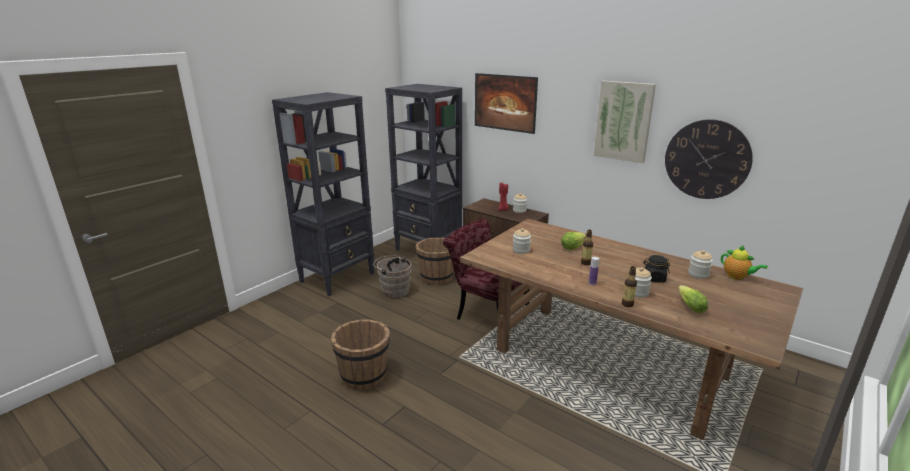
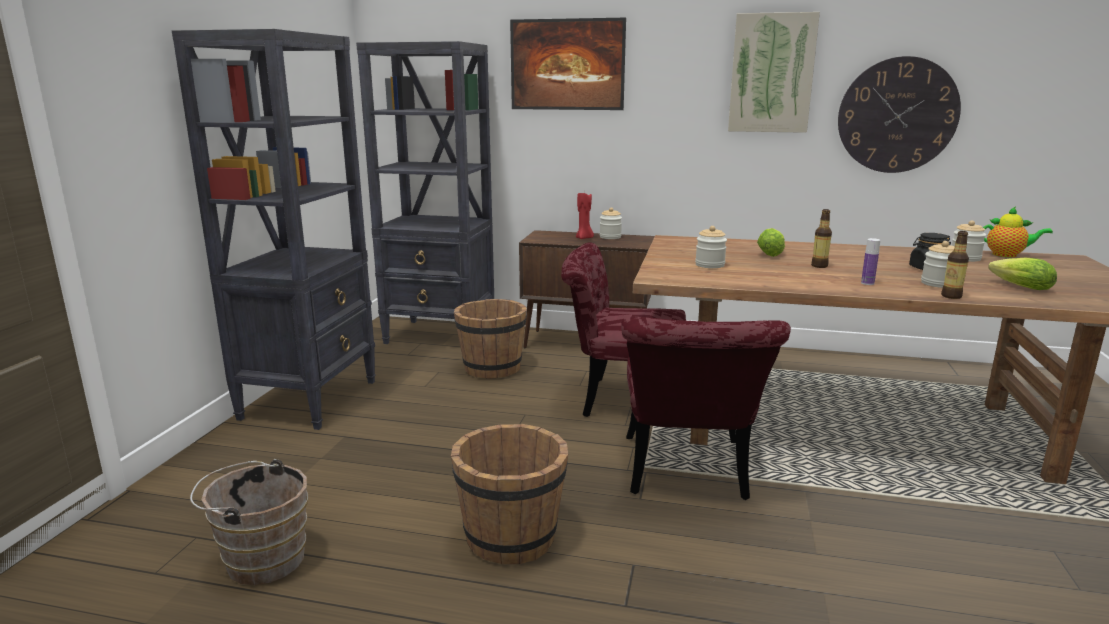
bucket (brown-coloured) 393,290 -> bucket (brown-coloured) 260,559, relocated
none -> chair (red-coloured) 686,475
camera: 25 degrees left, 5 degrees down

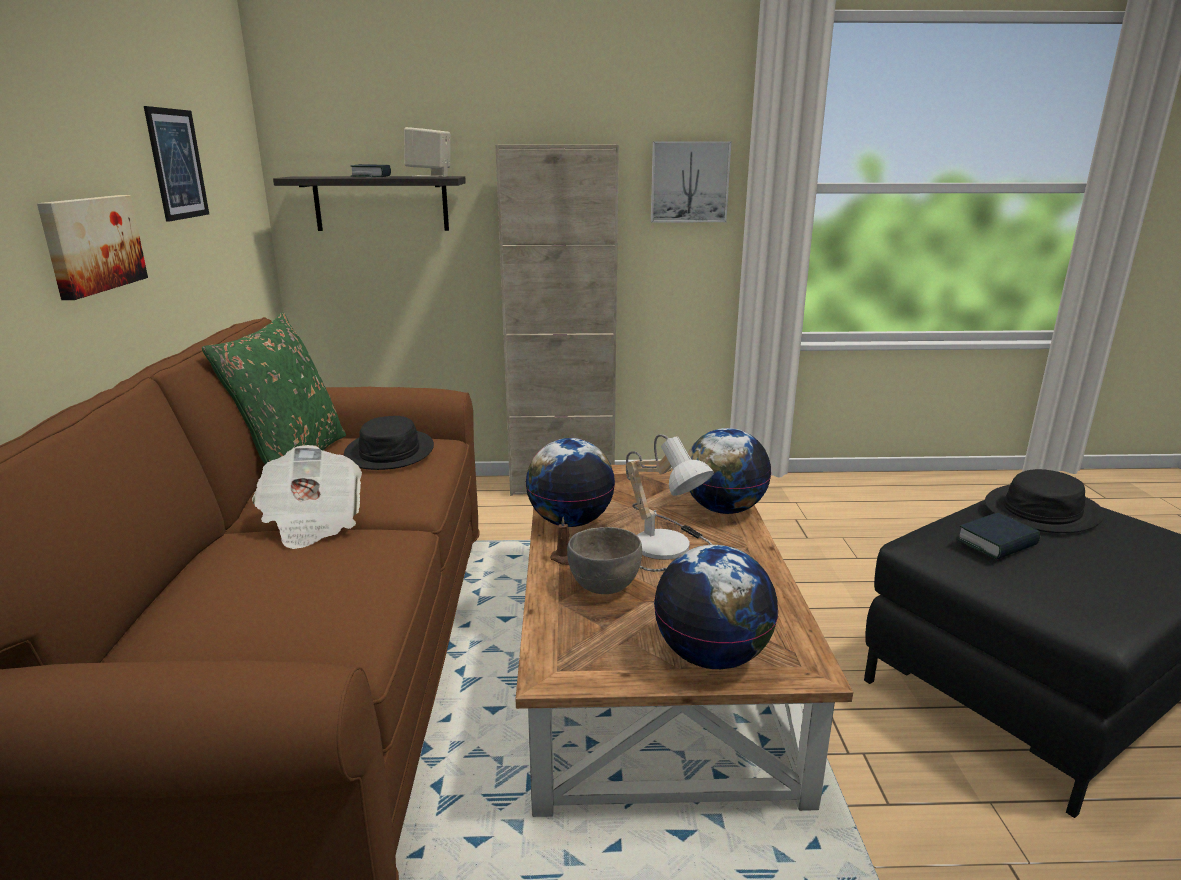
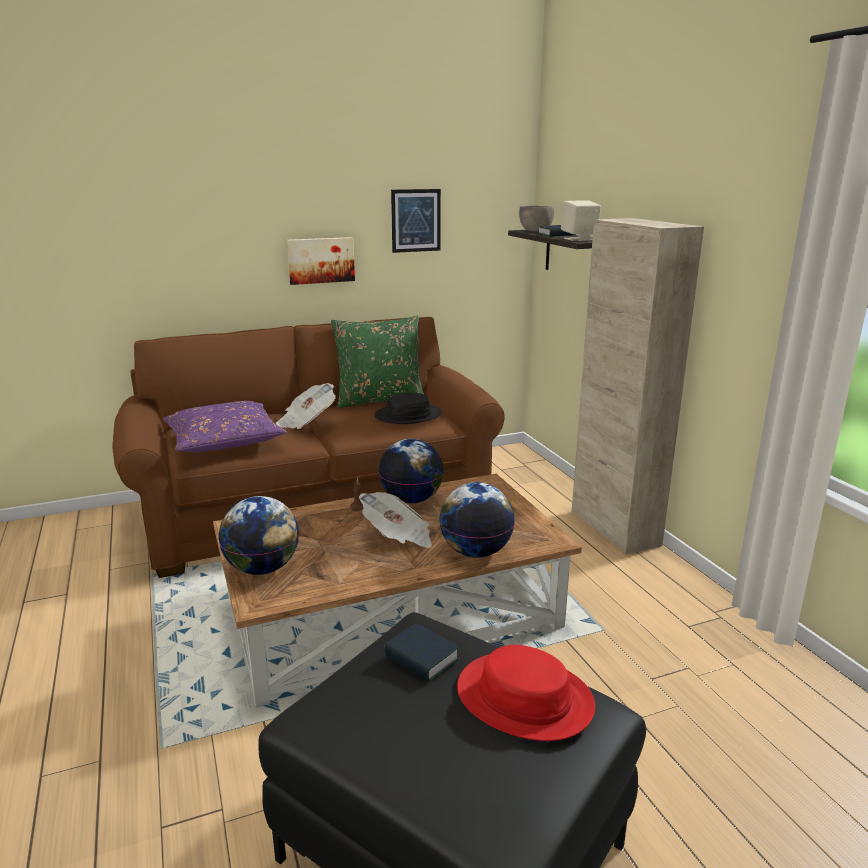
serving bowl (greyish) 605,586 -> serving bowl (greyish) 535,231, relocated
lamp for a table 668,545 -> printed paper 398,537
wall picture 689,182 -> none
wearable hat (blackish) 1041,510 -> wearable hat (red-coloured) 524,697
none -> cushion (purple) 224,440
camera: 70 degrees right, 0 degrees up

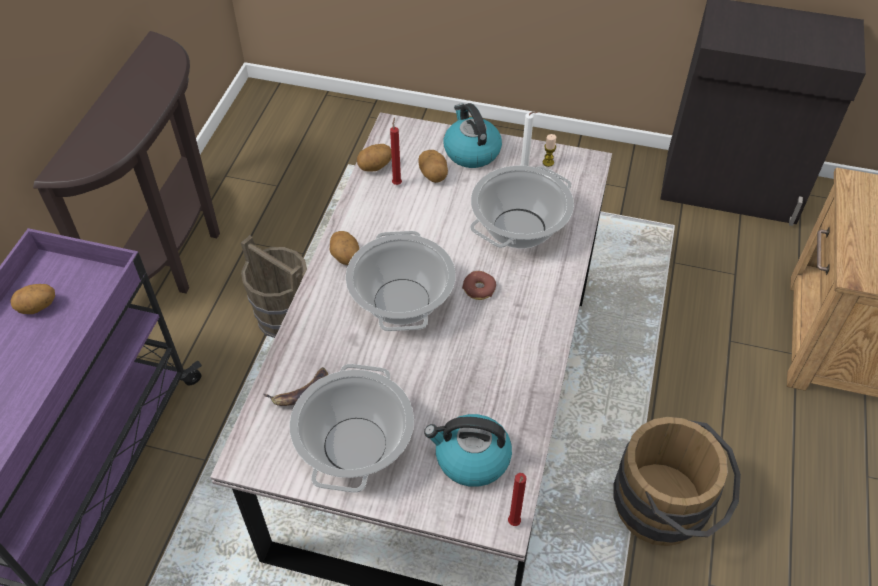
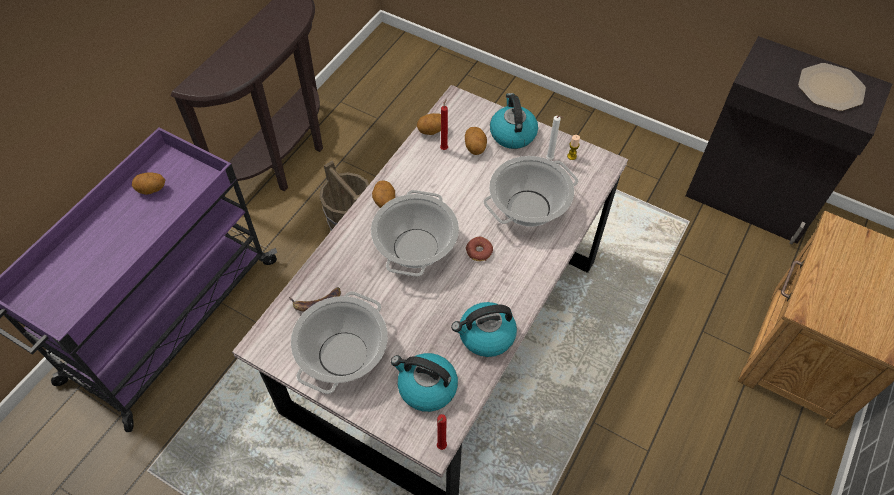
bucket (brown-coloured) 668,509 -> none
none -> kettle 485,336
none -> flat dish 830,87
camera: 15 degrees right, 5 degrees up

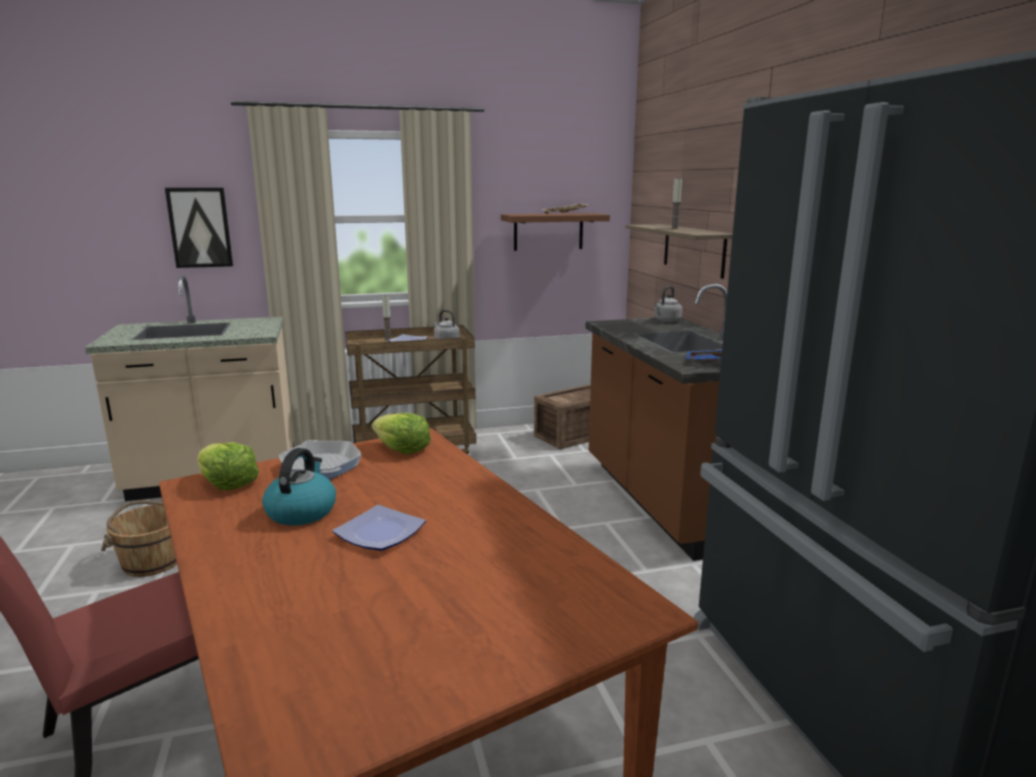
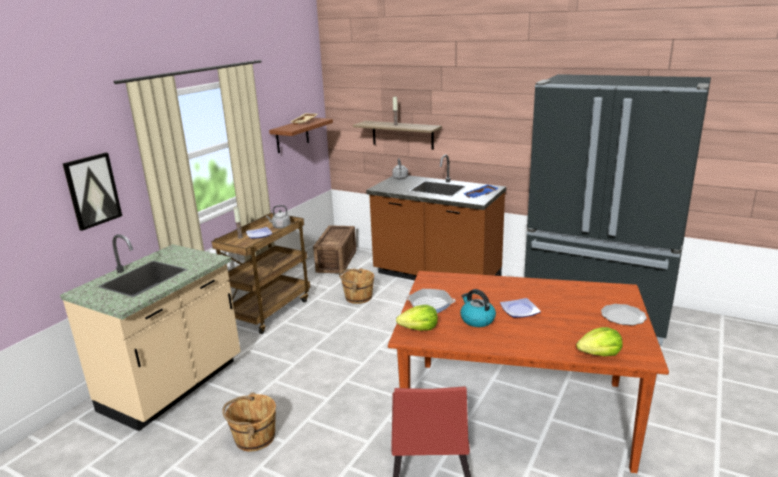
lettuce 402,450 -> lettuce 599,354, relocated
none -> bucket (brown-coloured) 358,297
none -> flat dish 623,316
camera: 45 degrees left, 5 degrees up

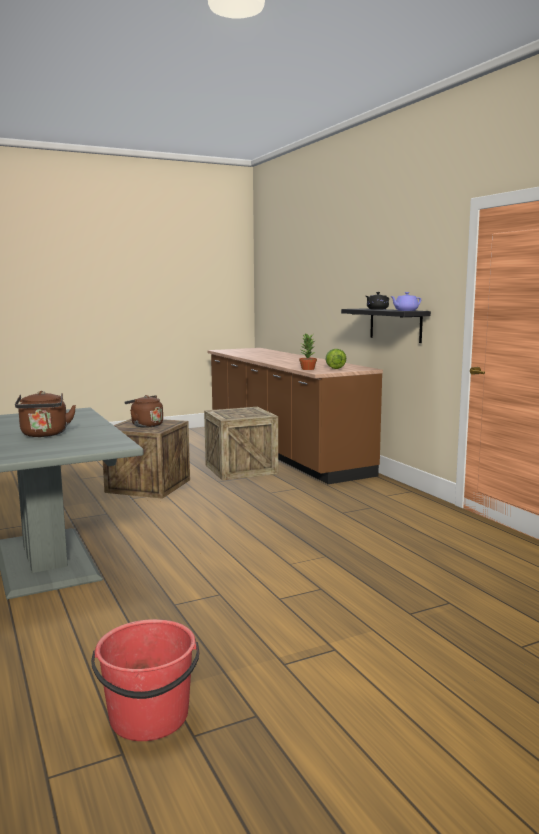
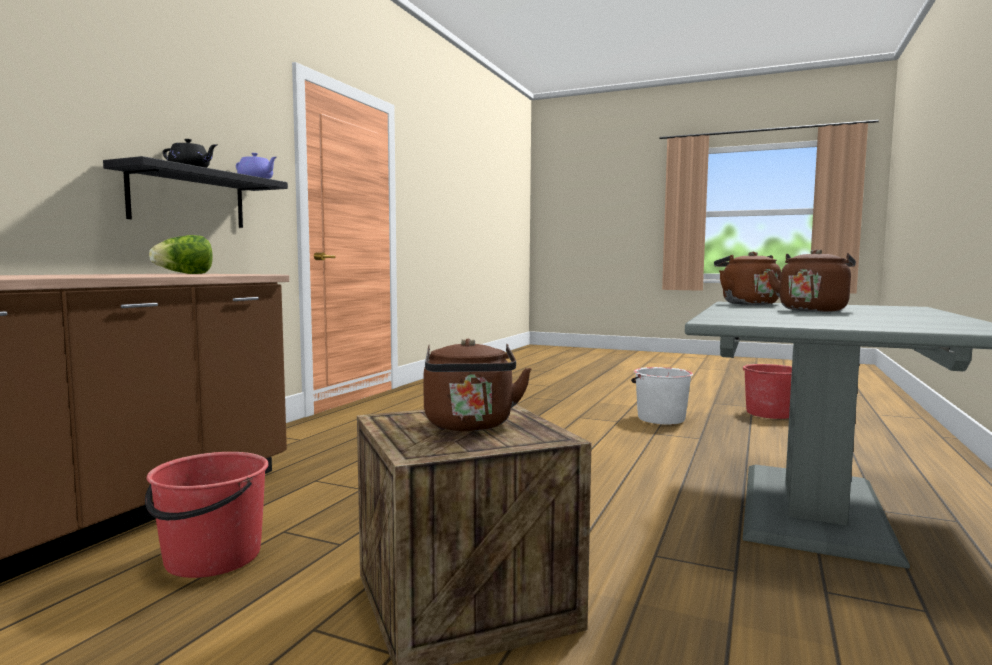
packing crate 241,469 -> bucket (red-coloured) 212,558
plant in a pot 307,369 -> none
none -> bucket (white-coloured) 660,418
none -> kettle (brown-coloured) 746,303
camera: 130 degrees left, 5 degrees down

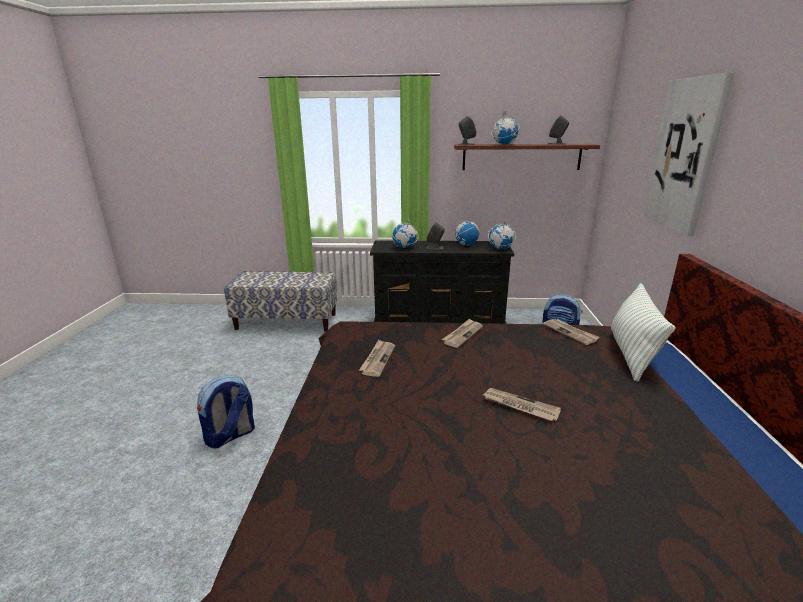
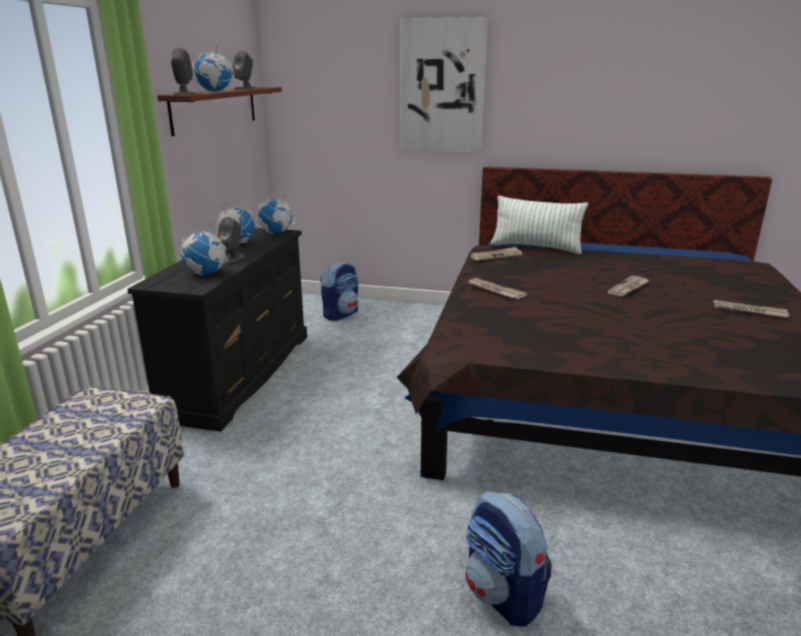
printed paper 377,359 -> printed paper 748,311, relocated
camera: 80 degrees left, 0 degrees up

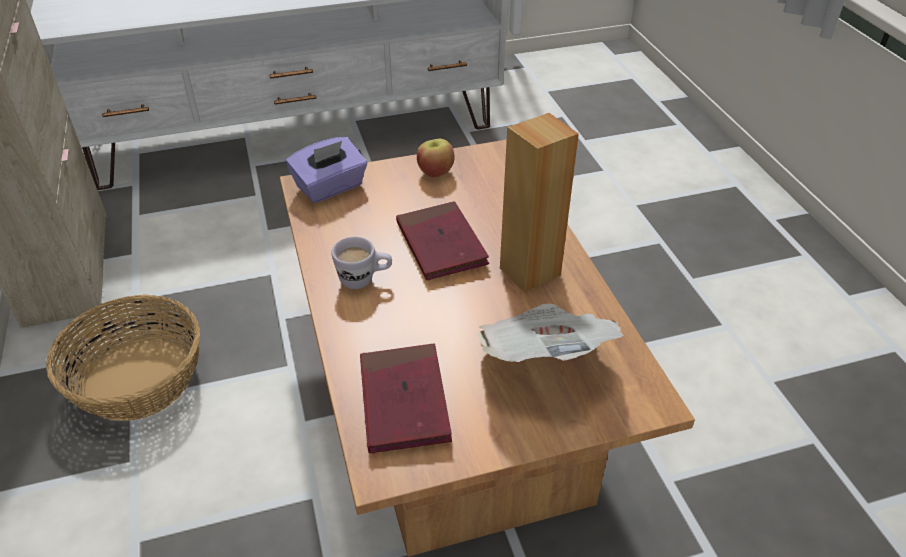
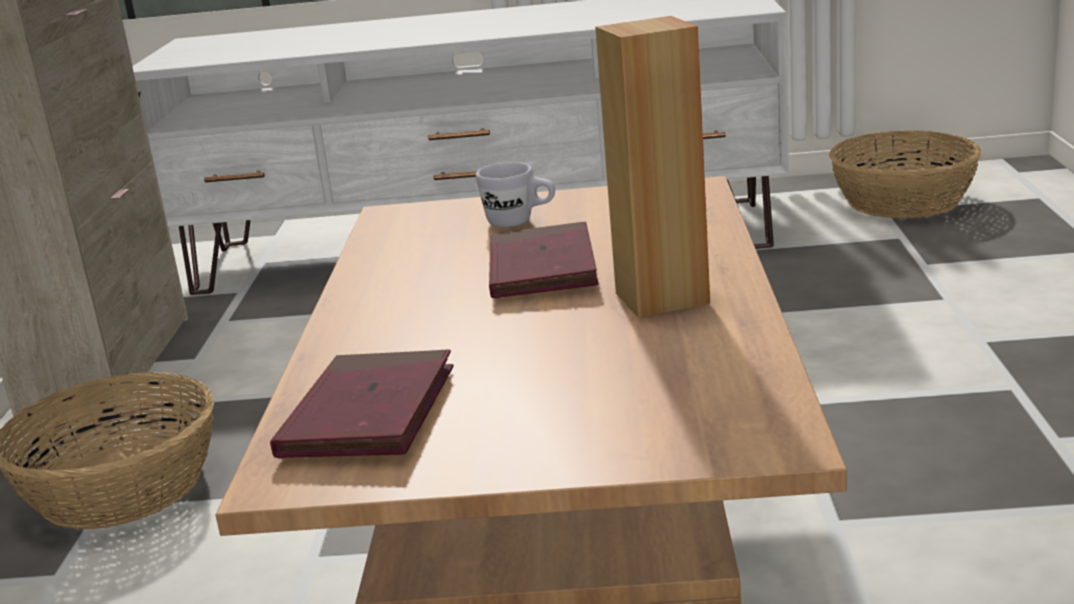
tissue holder (purple) 330,187 -> none
coffee mug (white-coloured) 364,280 -> coffee mug (white-coloured) 520,222, relocated
apple fruit 435,172 -> none
printed paper 543,357 -> none
none -> basket 902,201
camera: 20 degrees right, 20 degrees down

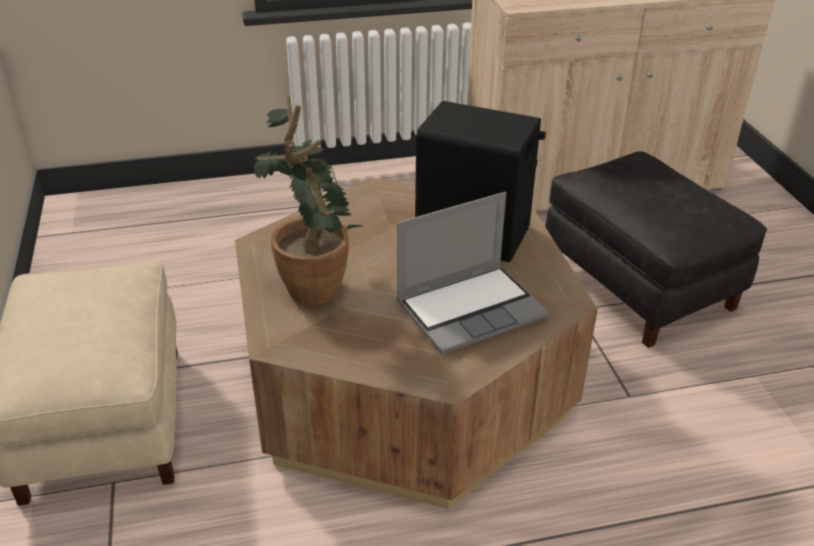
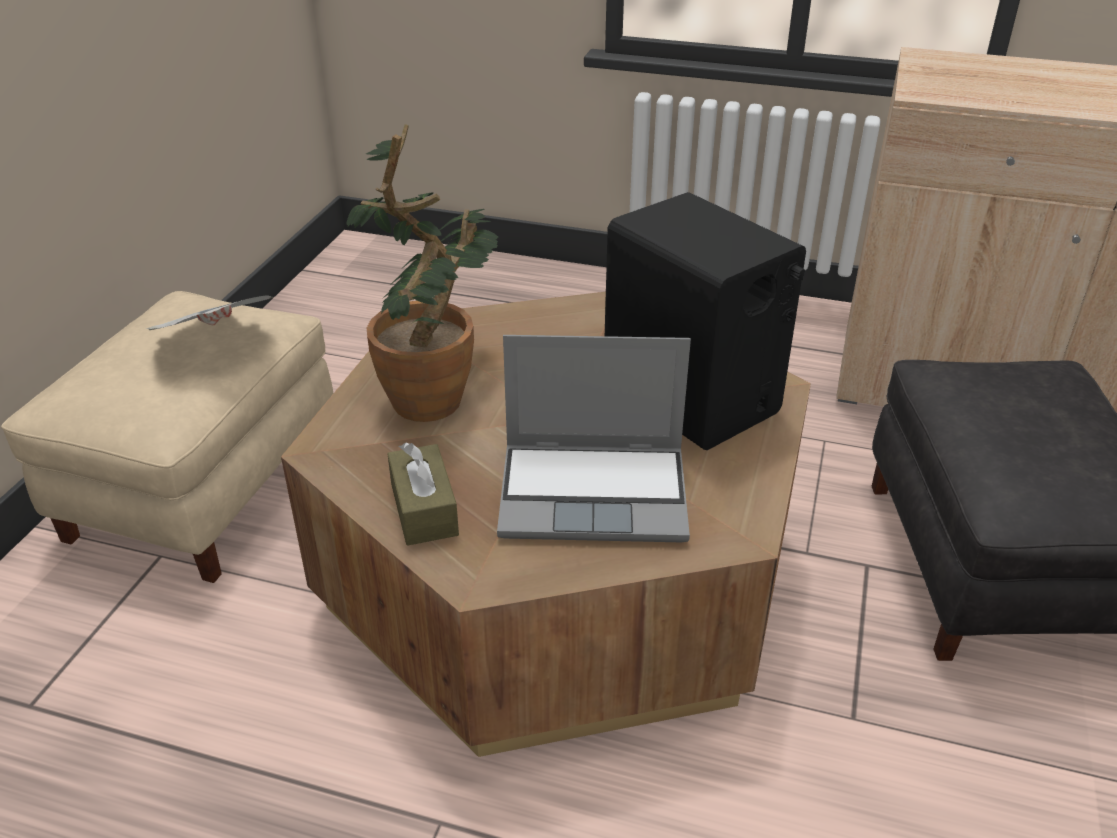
none -> printed paper 217,343
none -> tissue holder (brown-coloured) 424,509
camera: 30 degrees right, 0 degrees up

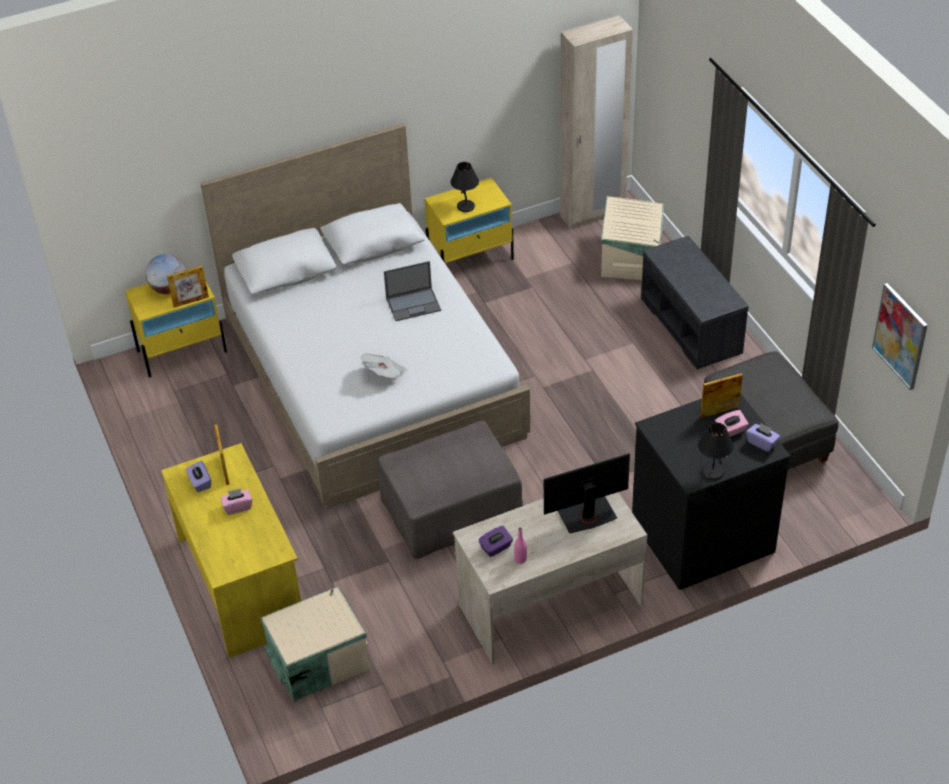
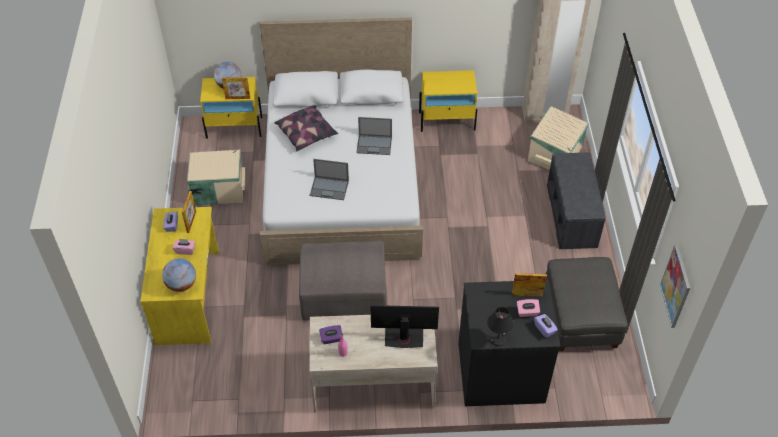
storage box (beige) 317,660 -> storage box (beige) 218,188, relocated
printed paper 384,374 -> portable computer 329,188
lamp for a table (blackish) 466,207 -> none
none -> world globe 181,284
none -> cushion 307,134
camera: 20 degrees right, 5 degrees up

